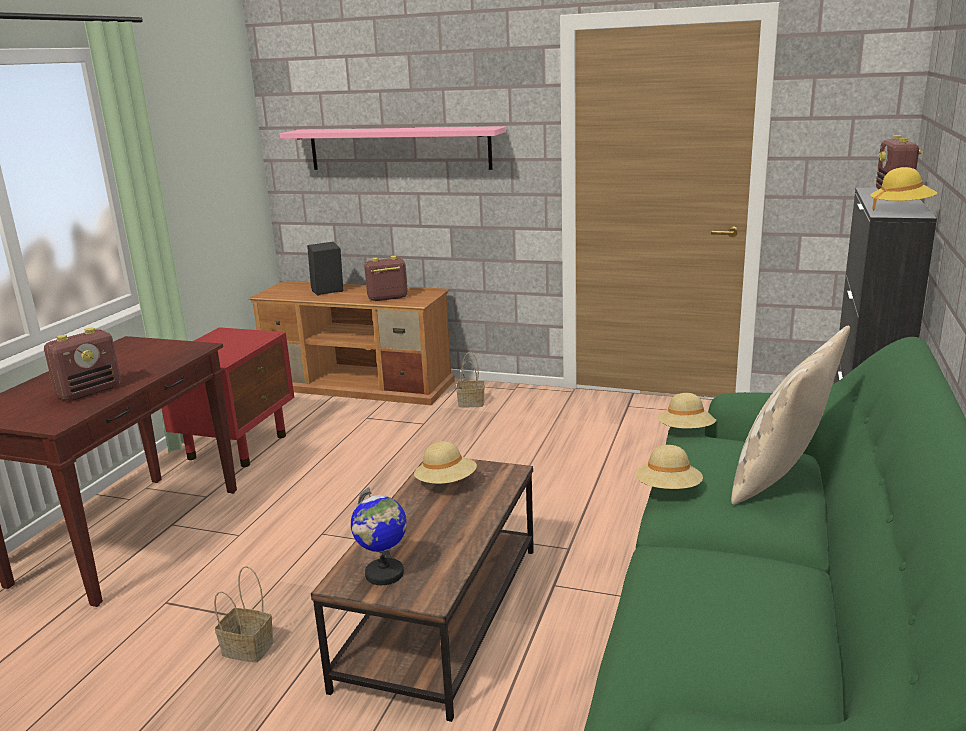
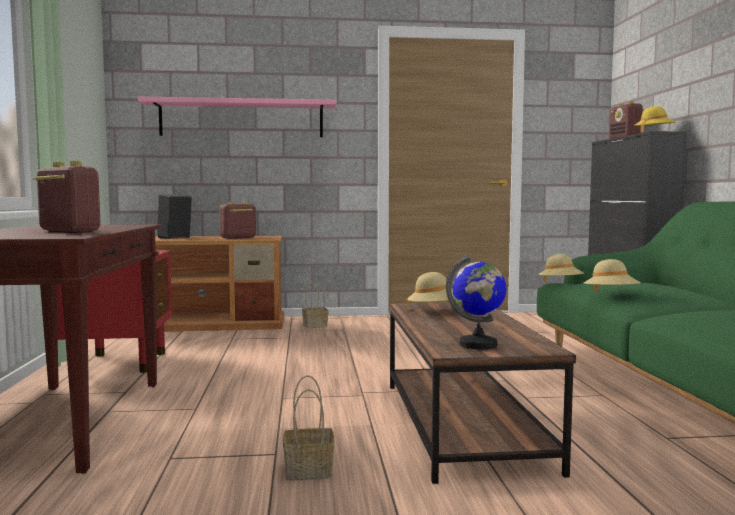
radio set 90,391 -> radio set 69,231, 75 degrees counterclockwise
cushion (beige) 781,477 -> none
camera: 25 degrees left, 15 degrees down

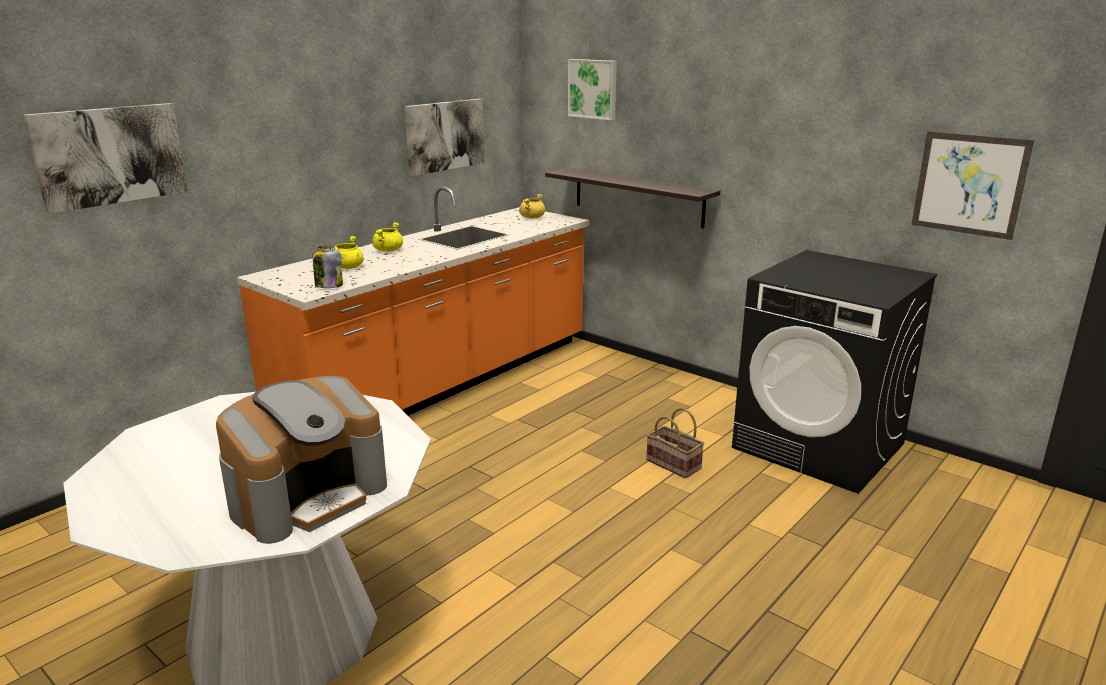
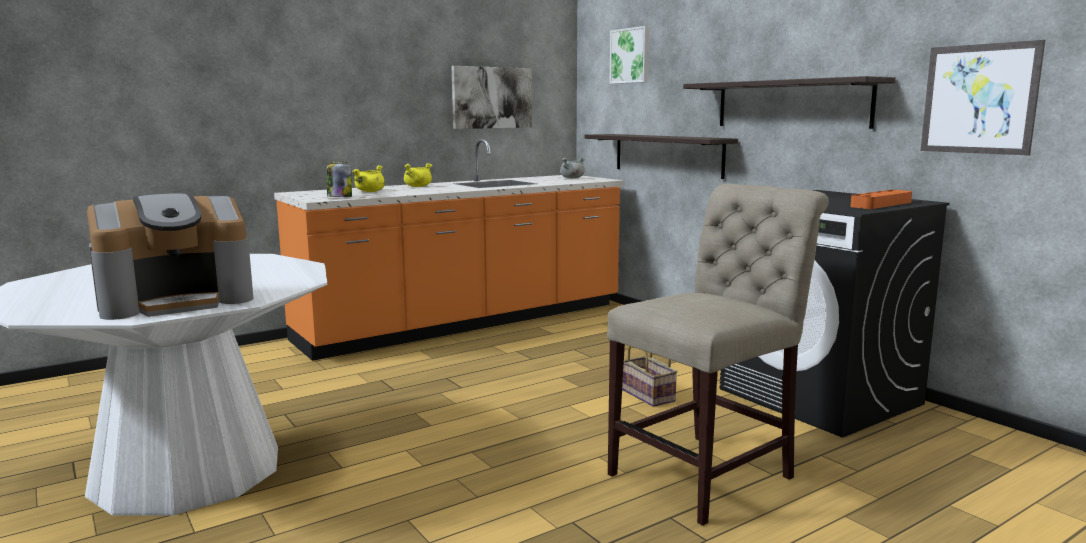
wall picture 110,155 -> none
saucepot (yellow) 532,217 -> saucepot (greyish) 572,178
none -> chair (beige) 709,473
none -> bracket shelf 791,104
none -> tray (orange-coloured) 881,204
camera: 15 degrees right, 10 degrees down

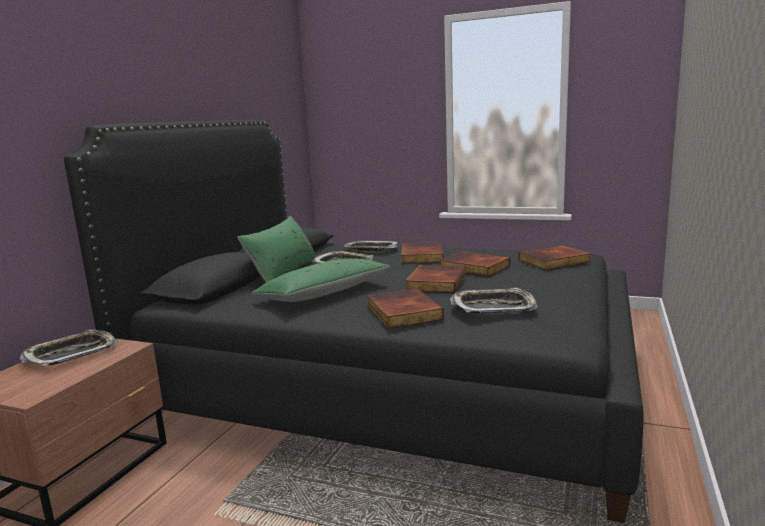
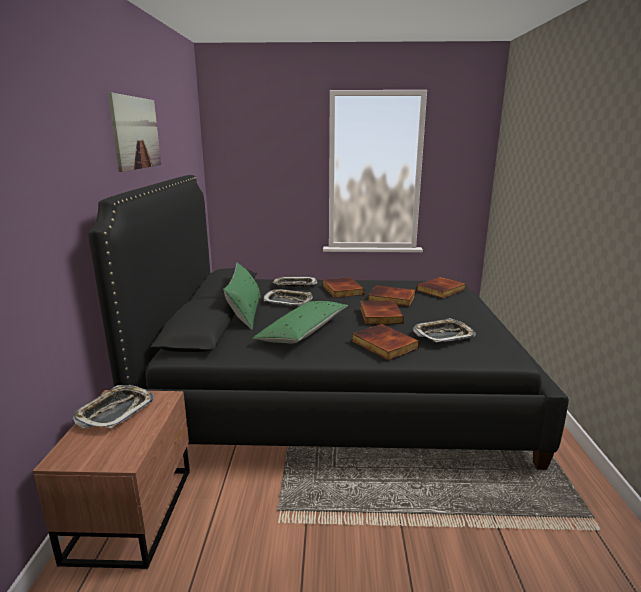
none -> wall picture 136,133
camera: 20 degrees left, 5 degrees up

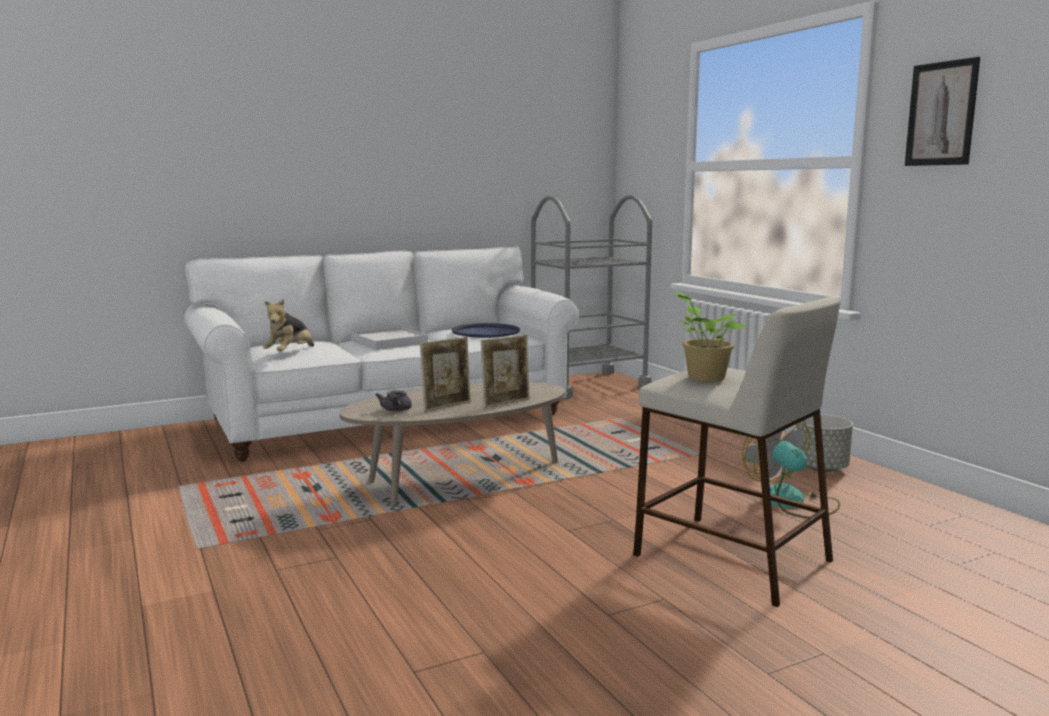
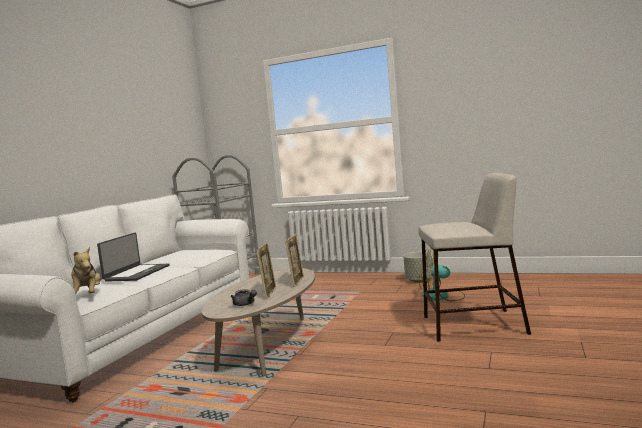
tray (white-coloured) 389,342 -> portable computer 136,273
tray (blue) 486,332 -> none
plant in a pot 703,377 -> none
wall picture 941,114 -> none
camera: 40 degrees left, 5 degrees down

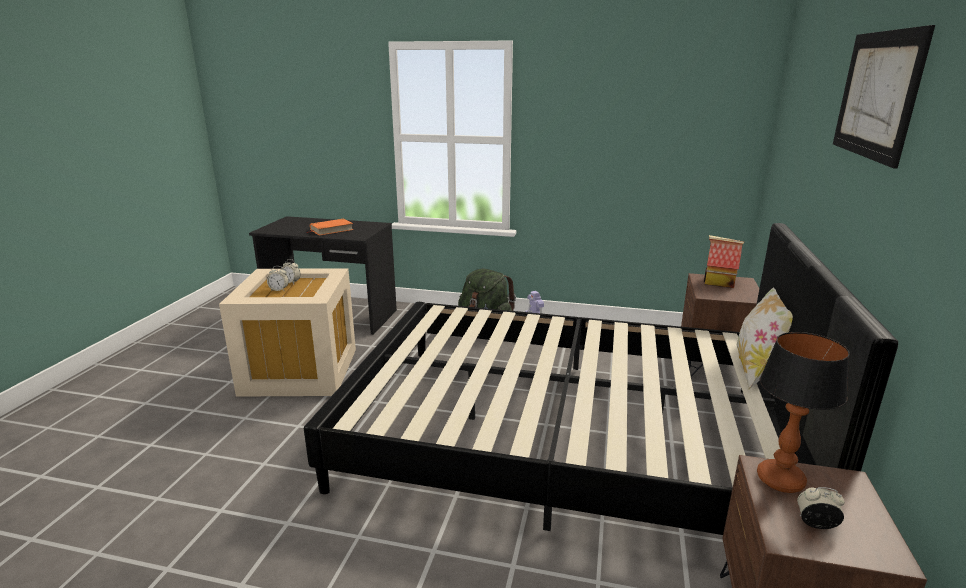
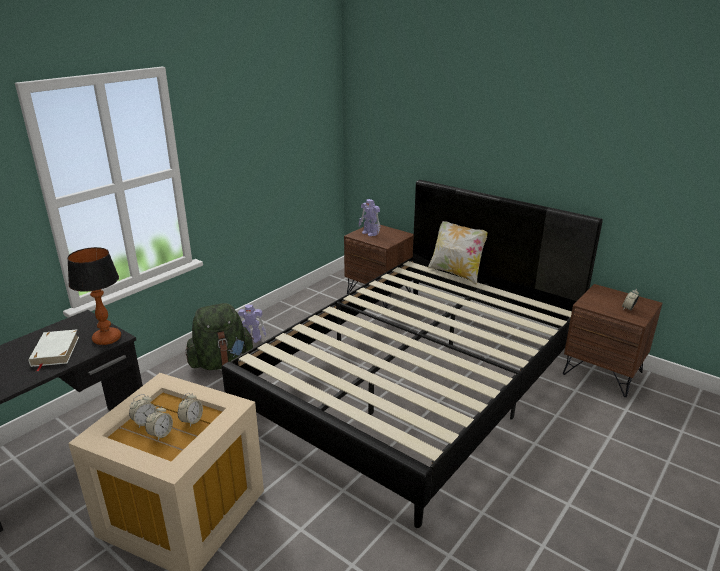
book (orange-coloured) 331,230 -> book (white-coloured) 55,351
miniature house 719,282 -> robot figure 370,233
lamp for a table 780,479 -> lamp for a table 106,338, relocated
wall picture 876,95 -> none
none -> table clock 191,420
camera: 65 degrees left, 5 degrees up

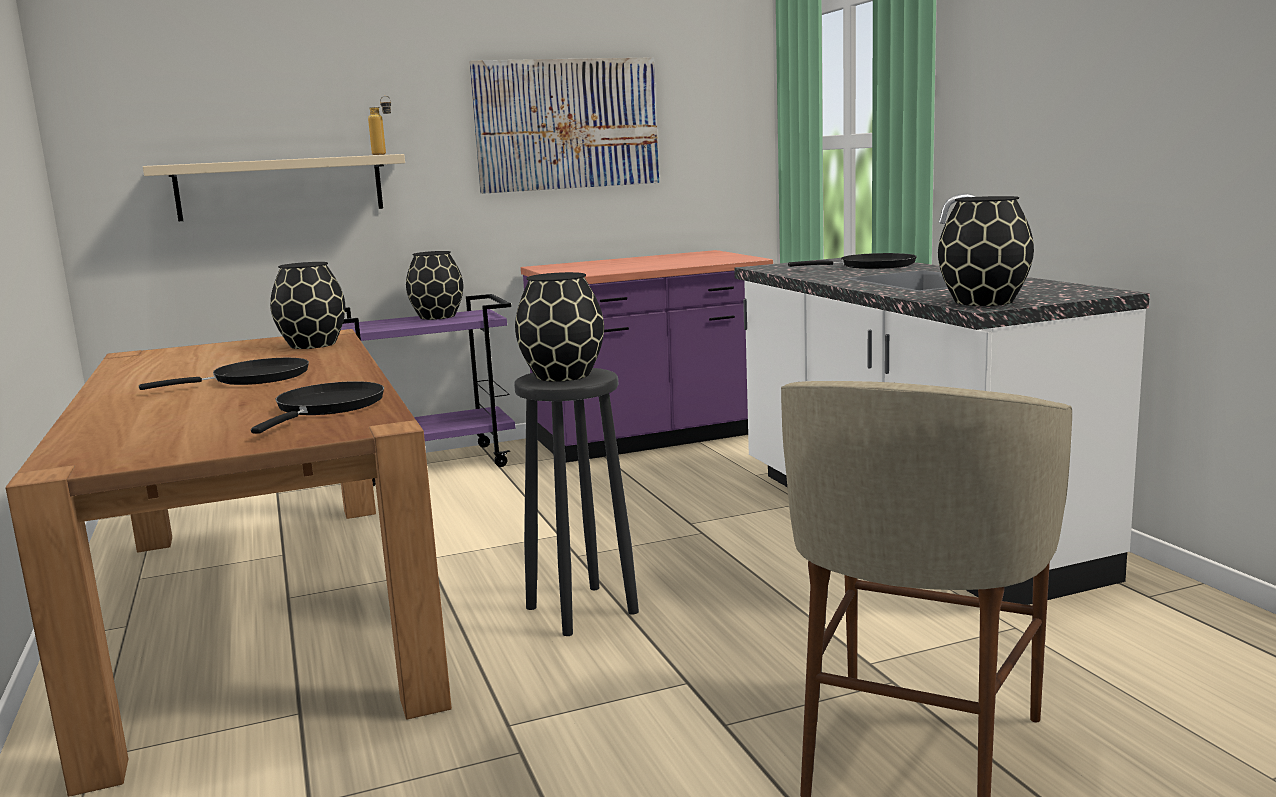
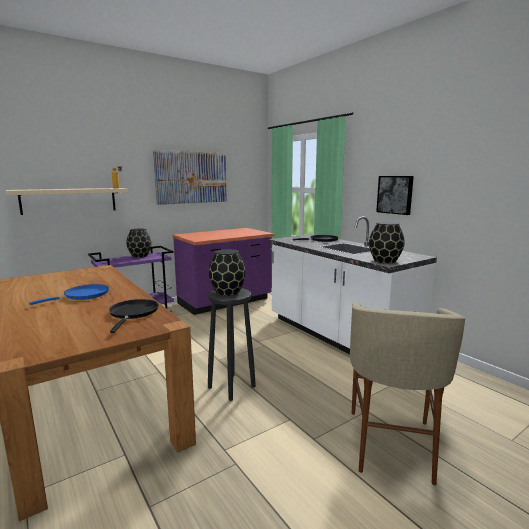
skillet (blackish) 254,379 -> skillet (blue) 83,295
decorative vase (blackish) 312,345 -> none
none -> wall picture 395,194
camera: 15 degrees left, 0 degrees up

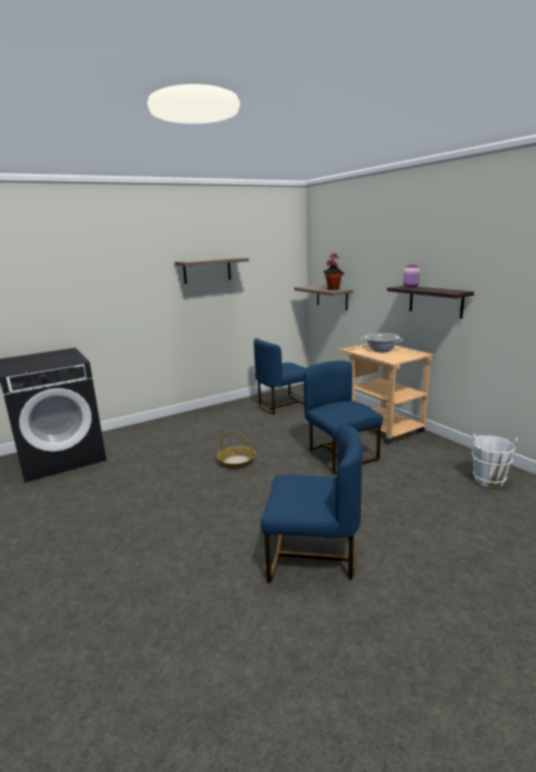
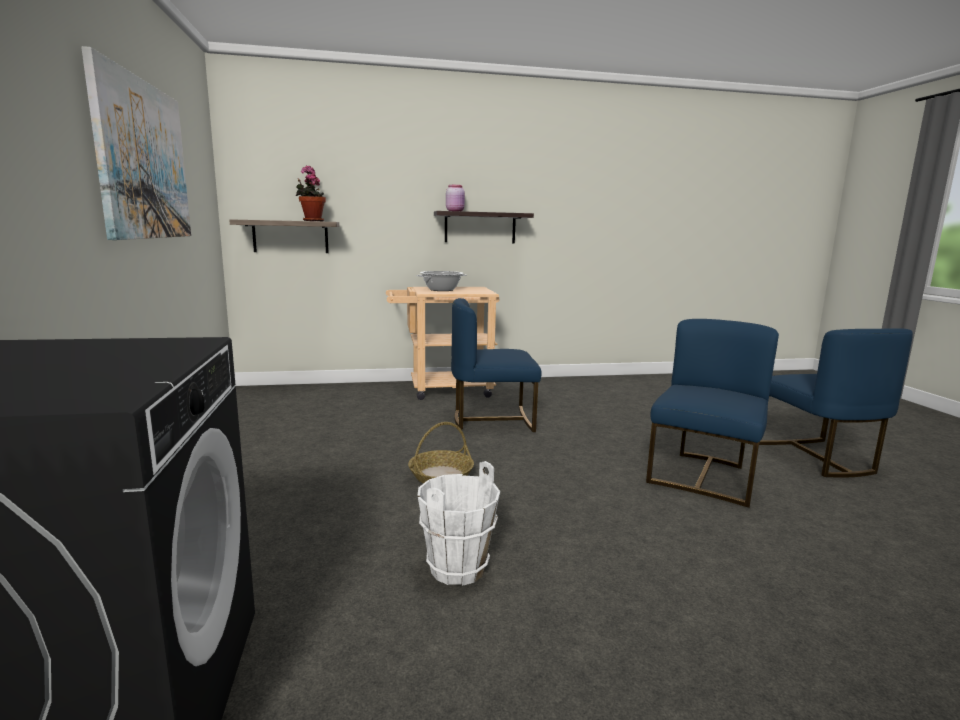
bracket shelf 207,270 -> wall picture 143,160
chair (blue) 283,405 -> chair (blue) 817,457, relocated
bucket (white-coloured) 488,480 -> bucket (white-coloured) 457,568, relocated
camera: 70 degrees left, 5 degrees down

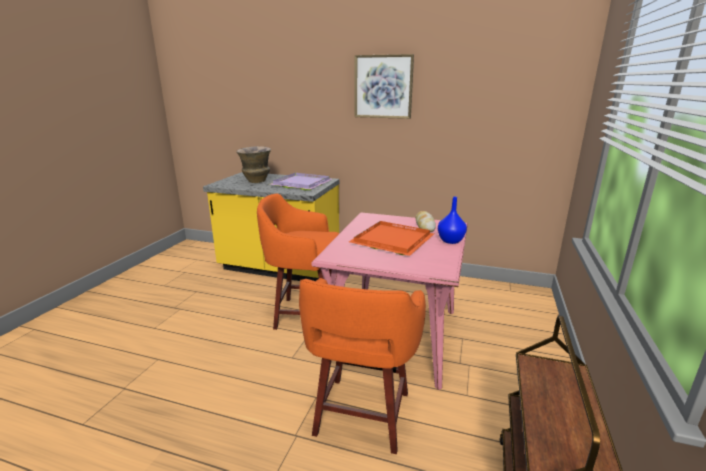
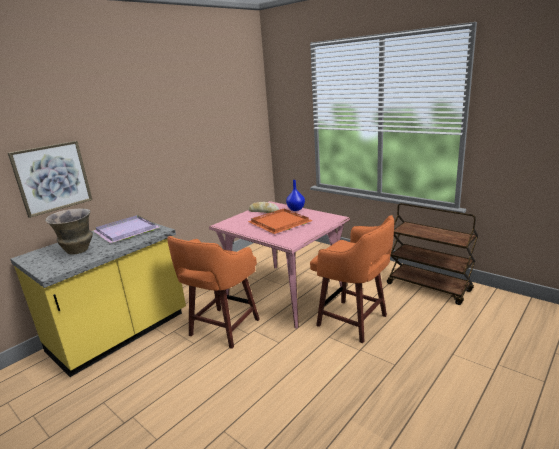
wall picture 383,87 -> wall picture 52,178, relocated
camera: 65 degrees left, 0 degrees up

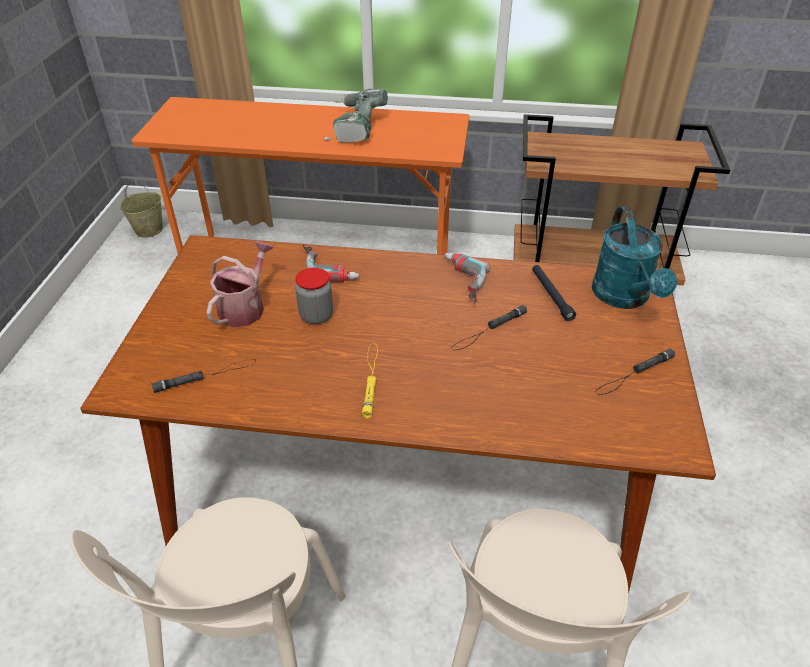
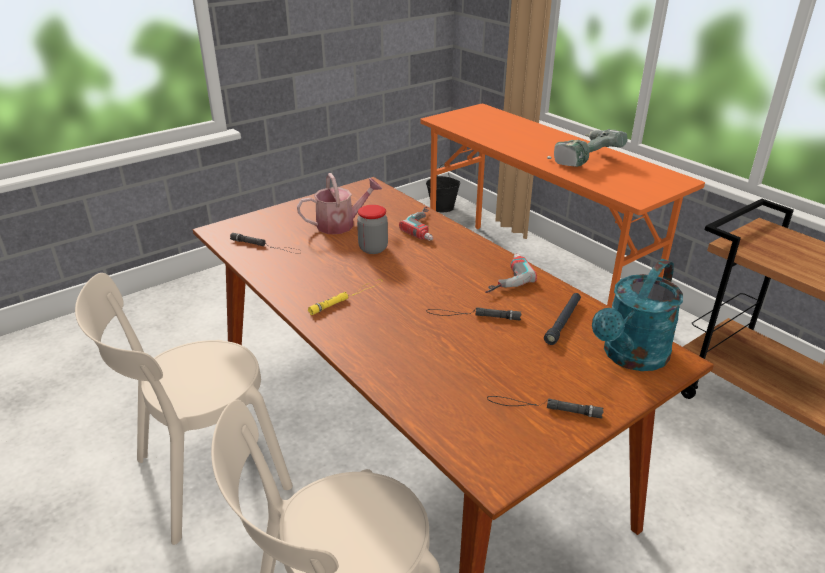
bucket (beige) 149,230 -> bucket (blackish) 443,208
camera: 45 degrees right, 10 degrees down

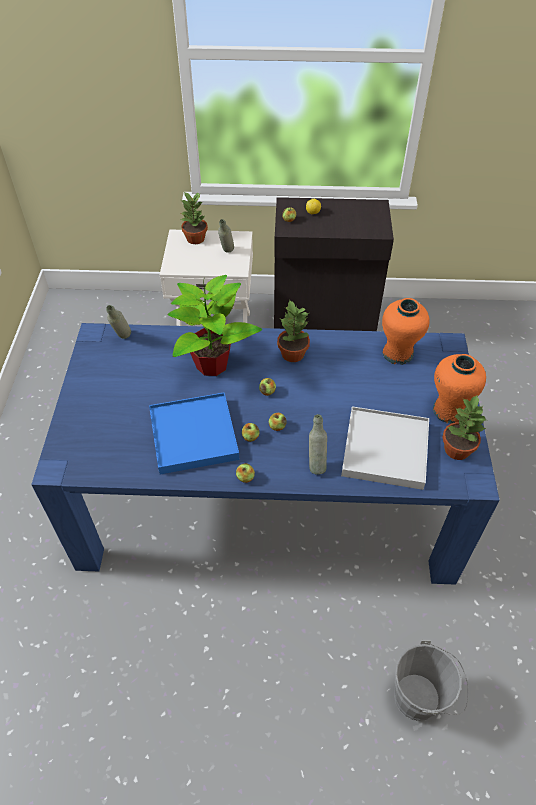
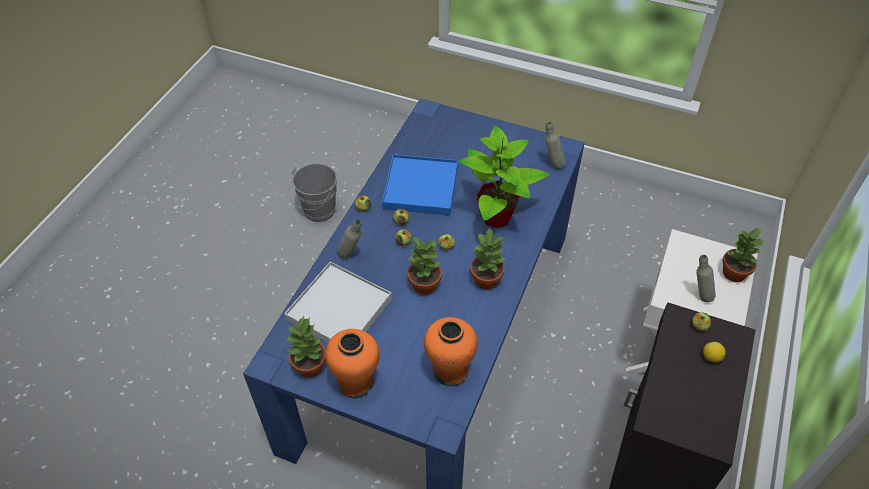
bucket (greyish) 421,698 -> bucket (greyish) 318,213, relocated
none -> plant in a pot 424,285
camera: 110 degrees right, 0 degrees up

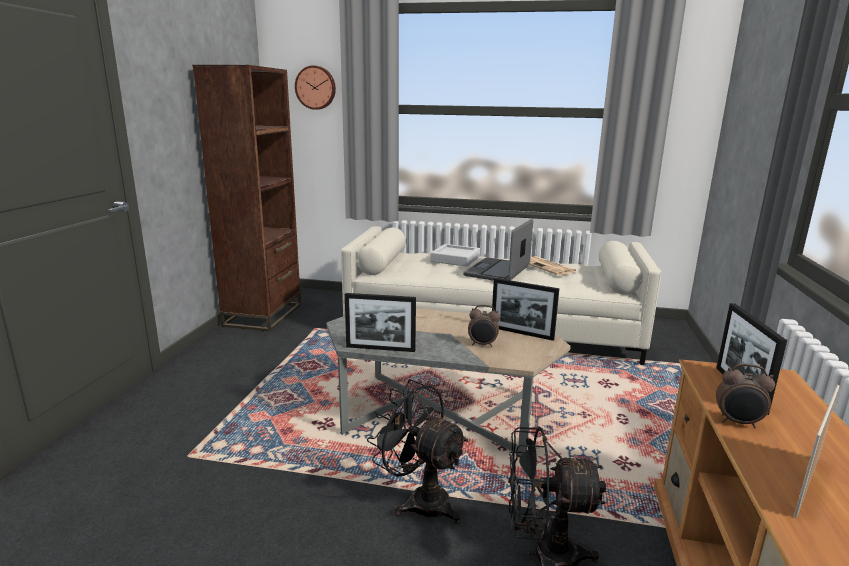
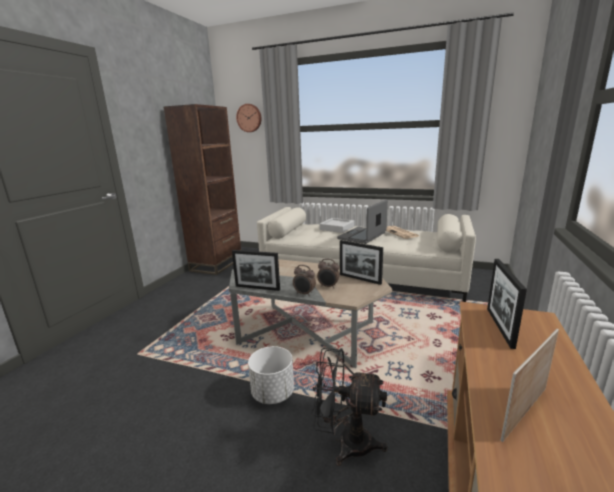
fan (blackish) 420,500 -> plant pot (white-coloured) 273,393
table clock 738,422 -> table clock 304,294, relocated
camera: 10 degrees right, 0 degrees up

